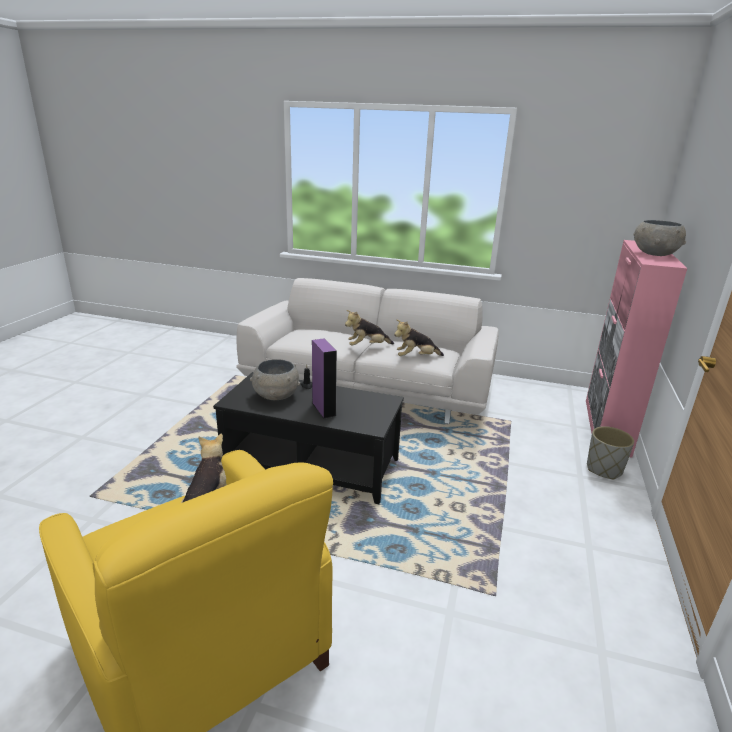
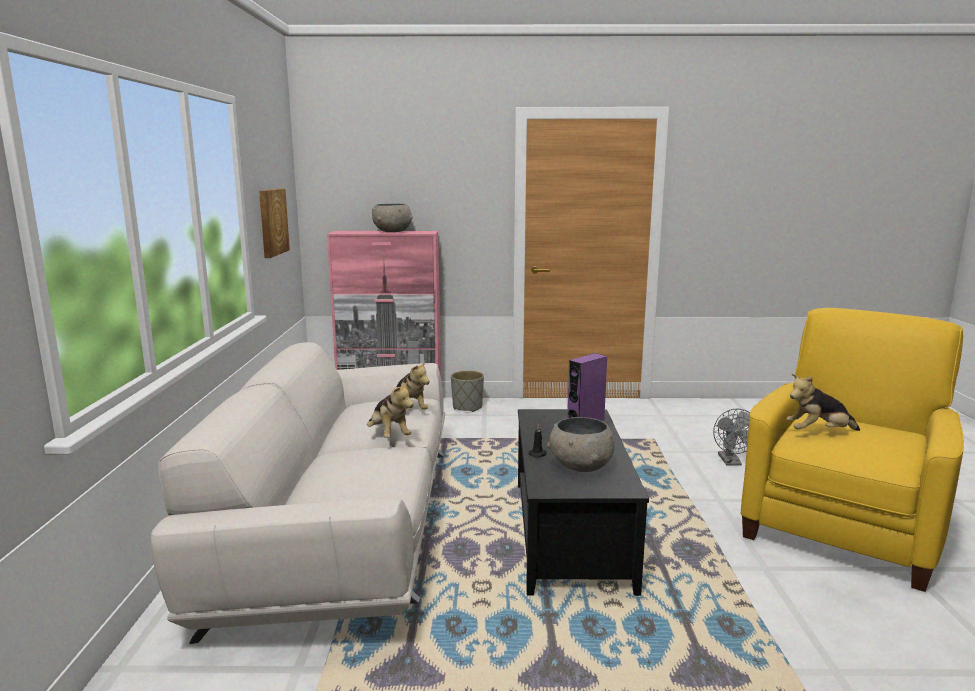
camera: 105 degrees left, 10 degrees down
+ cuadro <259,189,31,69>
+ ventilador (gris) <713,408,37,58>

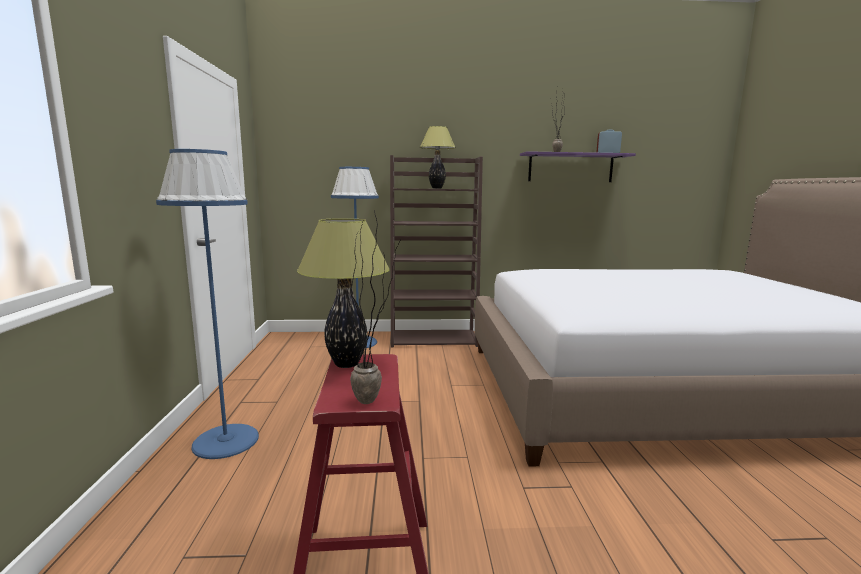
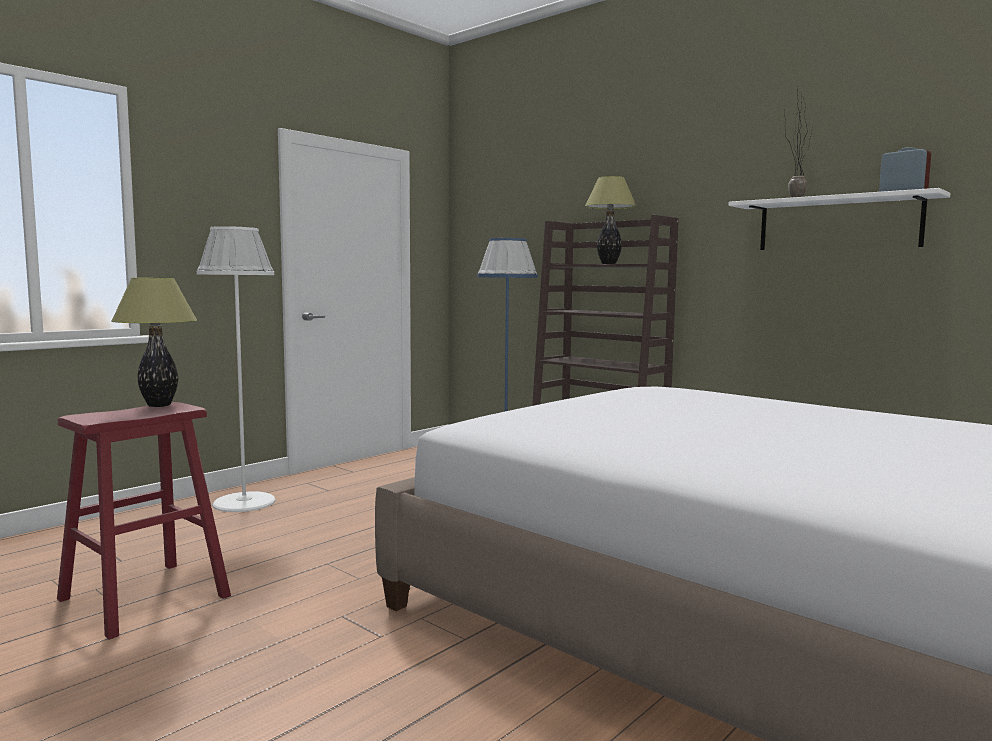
camera: 45 degrees right, 5 degrees down
~ lámpara de pie (azul) <156,149,103,310> to lámpara de pie (blanco) <197,226,79,286>
~ estante (morado) <520,151,116,31> to estante (blanco) <728,188,222,62>
- planta en maceta <346,210,54,194>

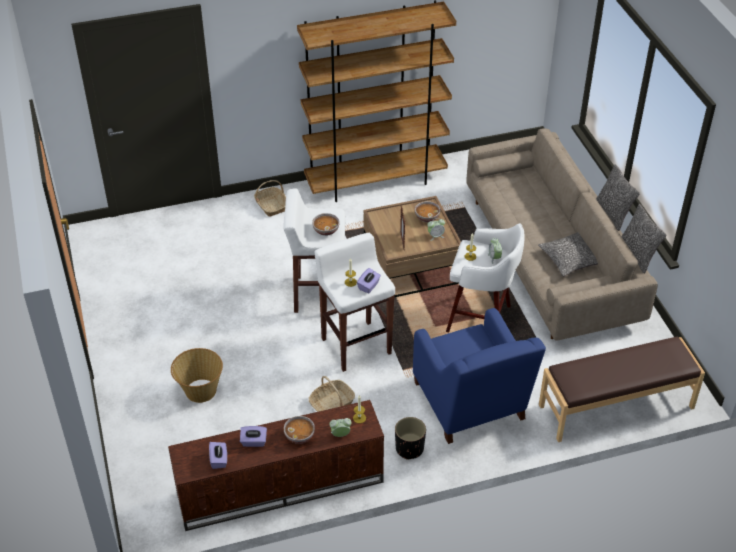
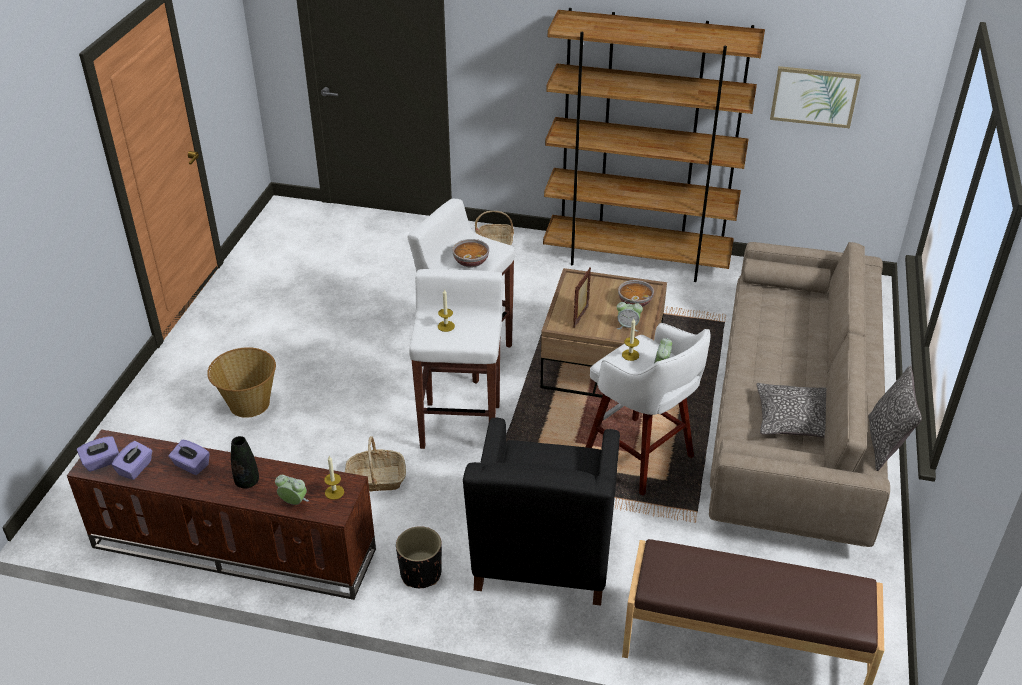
camera: 30 degrees right, 5 degrees down
- cojín <596,164,44,67>
~ caja de pañuelos (morado) <357,268,24,26> to <77,436,42,36>
~ sillón (azul) <413,308,133,136> to sillón (negro) <463,418,157,188>
~ cuenco <284,416,31,28> to florero (negro) <231,436,28,52>
+ cuadro <770,66,91,62>

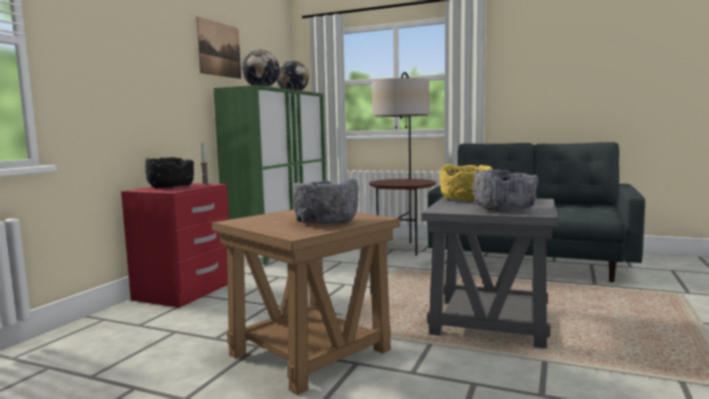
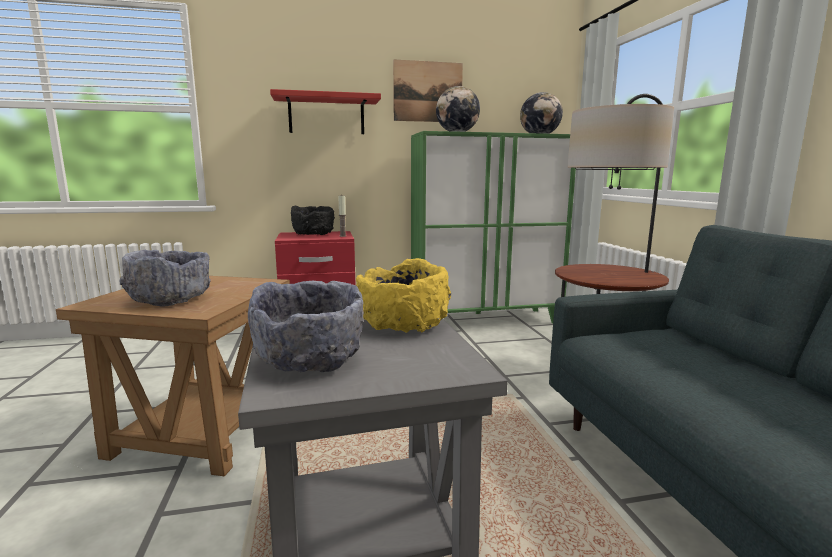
camera: 55 degrees right, 5 degrees up
+ estante (rojo) <270,89,111,45>

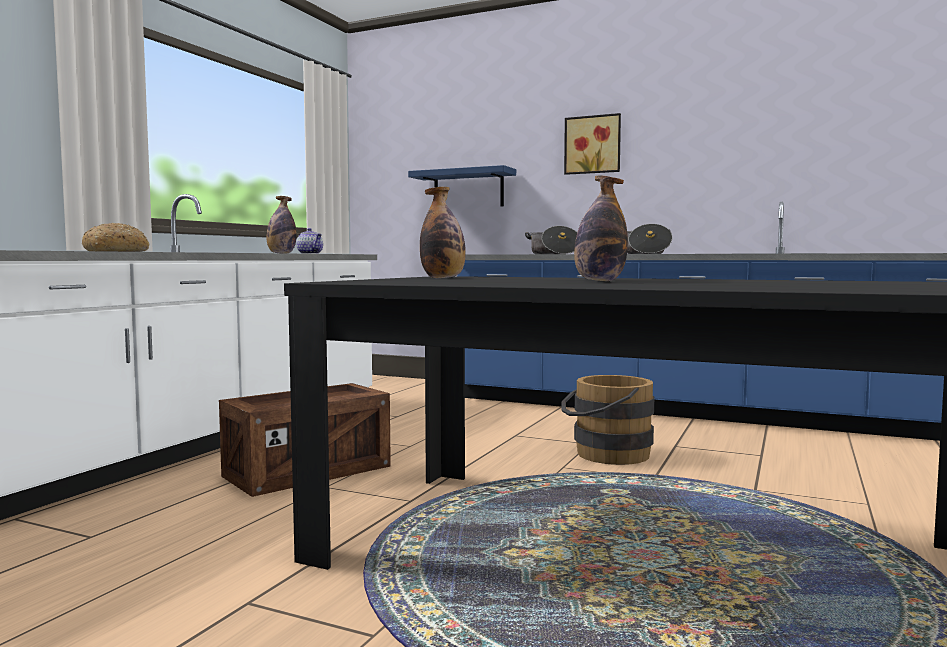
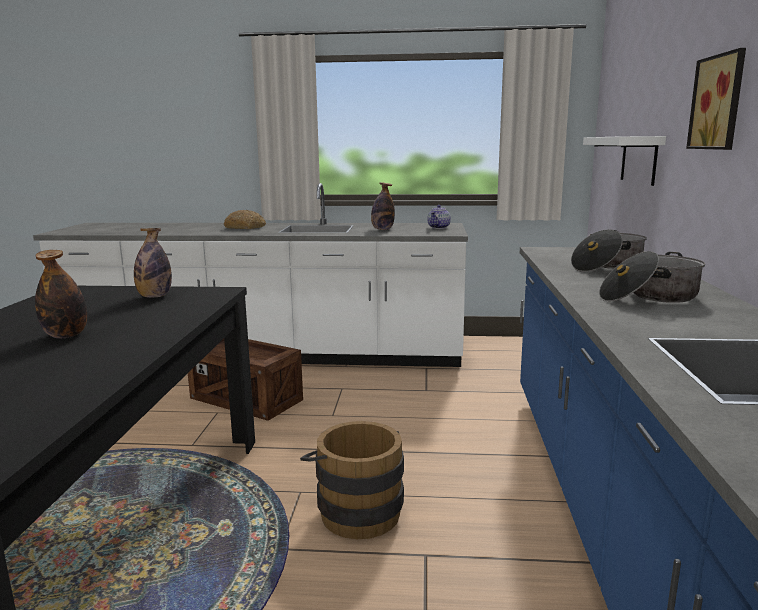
camera: 70 degrees right, 10 degrees up
~ estante (azul) <408,165,108,41> to estante (blanco) <583,136,83,50>

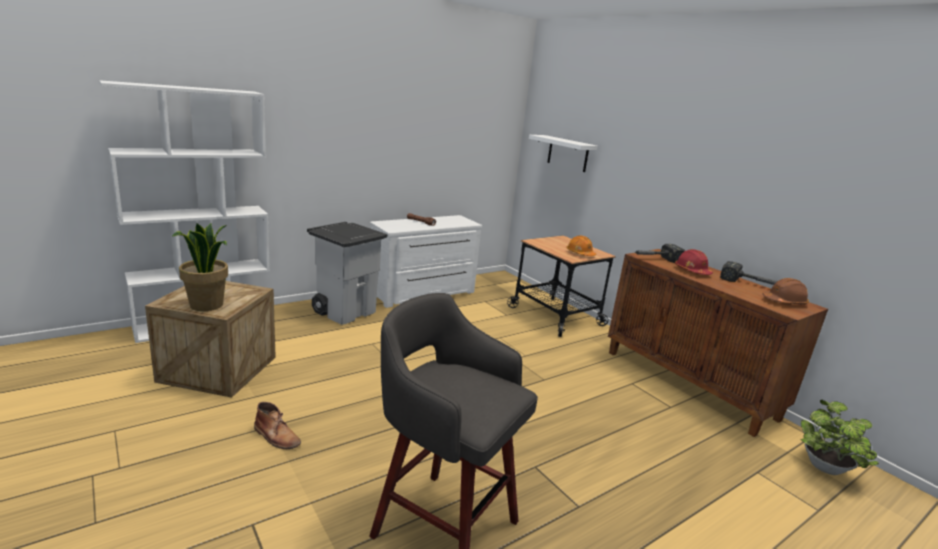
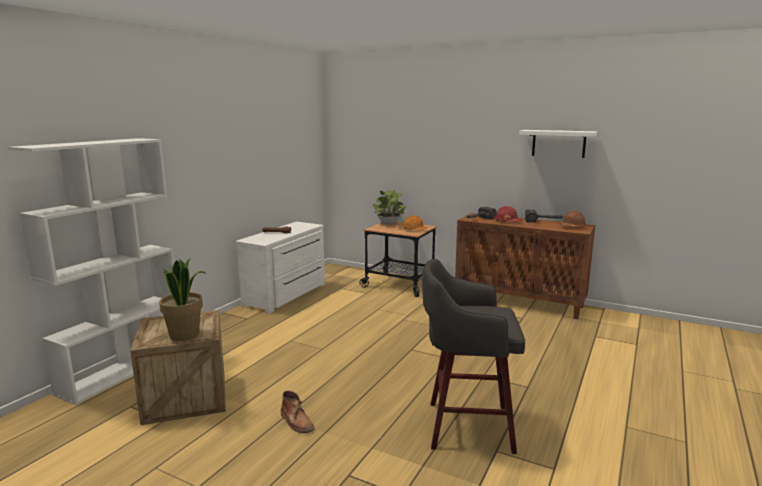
camera: 25 degrees left, 5 degrees down
~ estante (blanco) <529,135,69,37> to <519,130,79,28>
- papelera (gris) <307,222,80,103>
~ planta en maceta <800,400,79,75> to <373,189,33,36>
~ bota (marrón) <254,402,47,47> = <281,391,34,42> 45 degrees clockwise

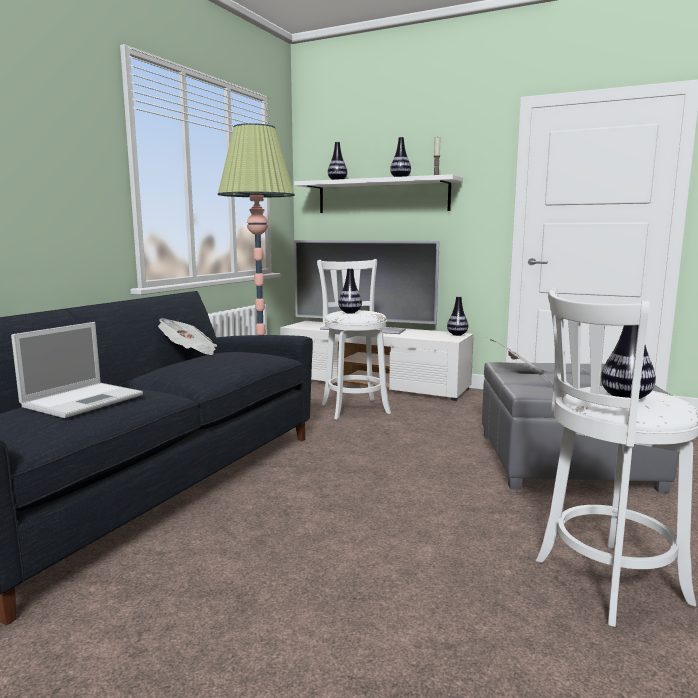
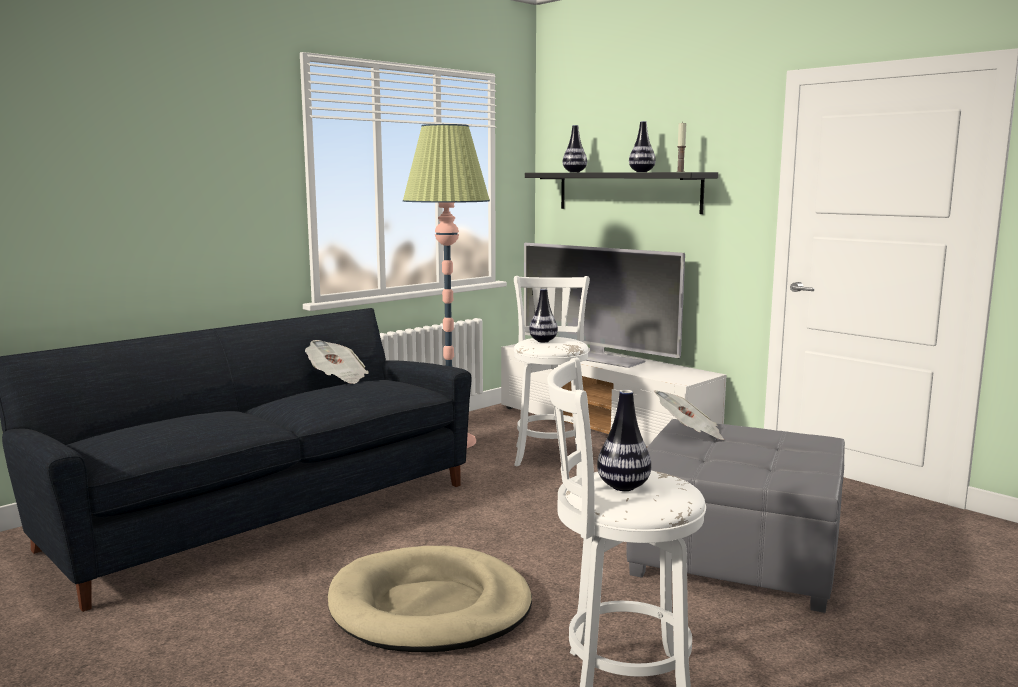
camera: 20 degrees right, 0 degrees up
~ estante (blanco) <294,174,169,39> to estante (negro) <525,172,193,42>
- florero <447,296,21,40>
- portátil <11,322,132,96>
+ cama para perro (beis) <328,546,204,106>

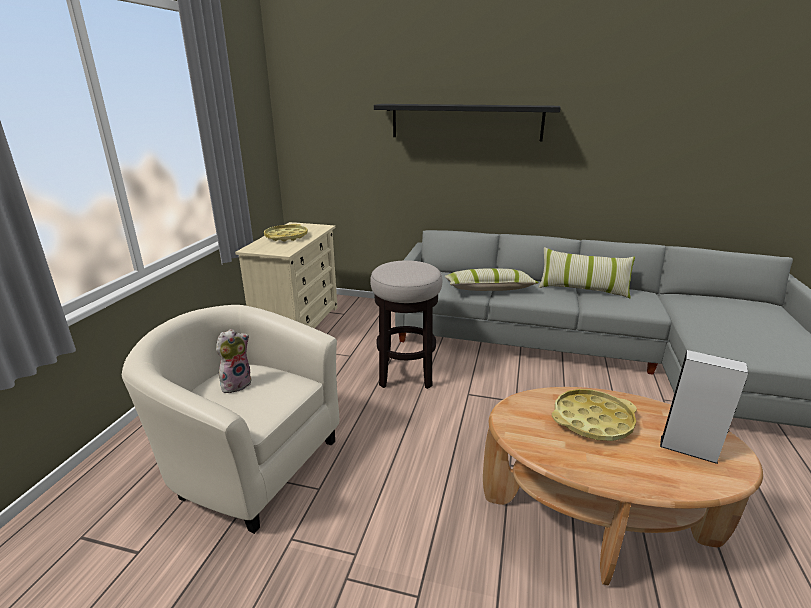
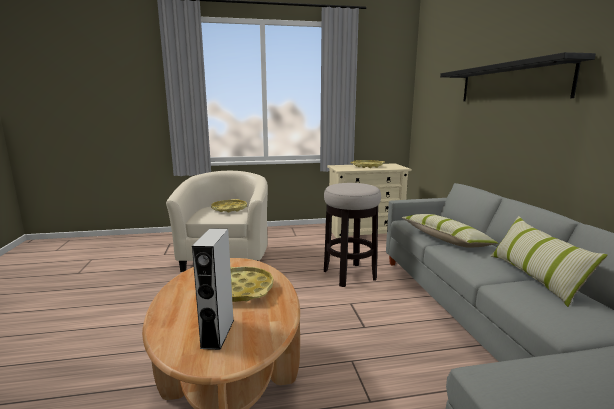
camera: 65 degrees right, 10 degrees down
~ peluche <216,329,36,64> to bandeja (amarillo) <211,199,36,13>

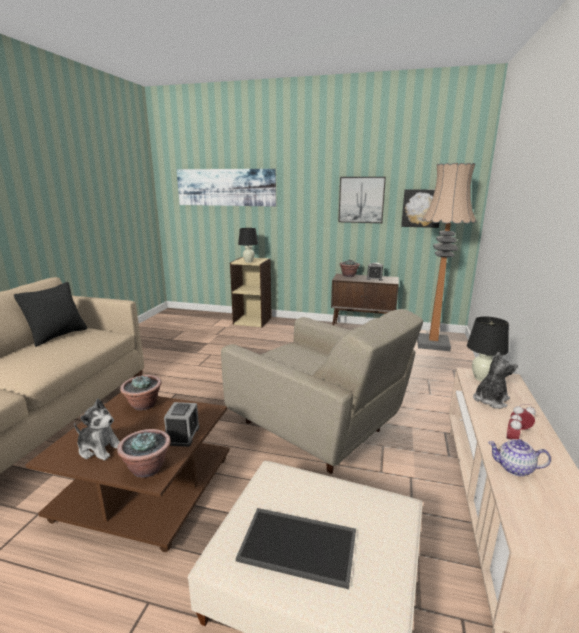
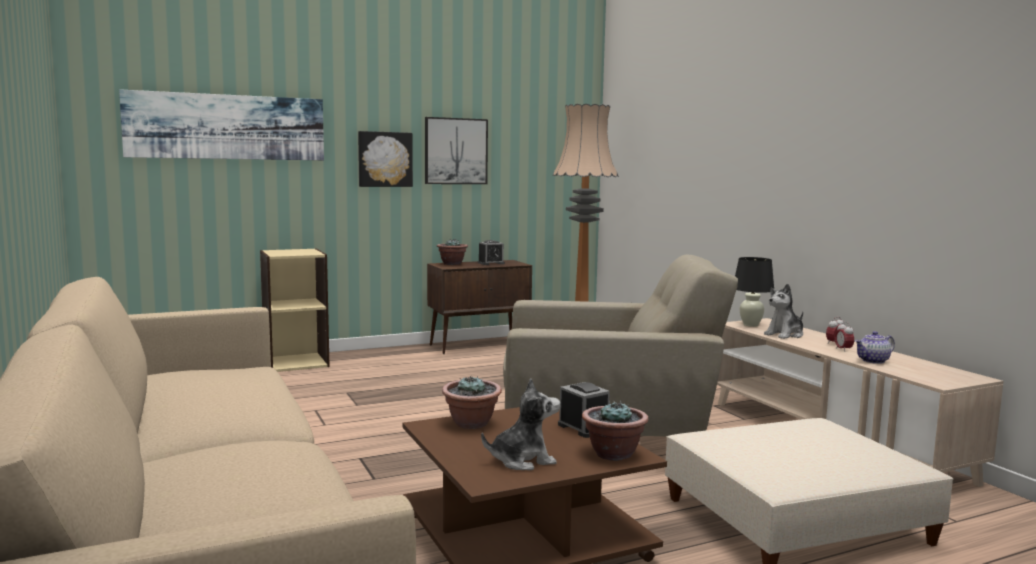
camera: 40 degrees left, 10 degrees down
~ cuadro <401,189,39,39> to <358,131,55,56>
- lámpara de mesa (negro) <238,228,20,35>
- cojín (negro) <14,282,73,65>
~ peluche <473,352,45,57> = <764,284,39,55> 135 degrees counterclockwise
- bandeja <236,508,120,81>

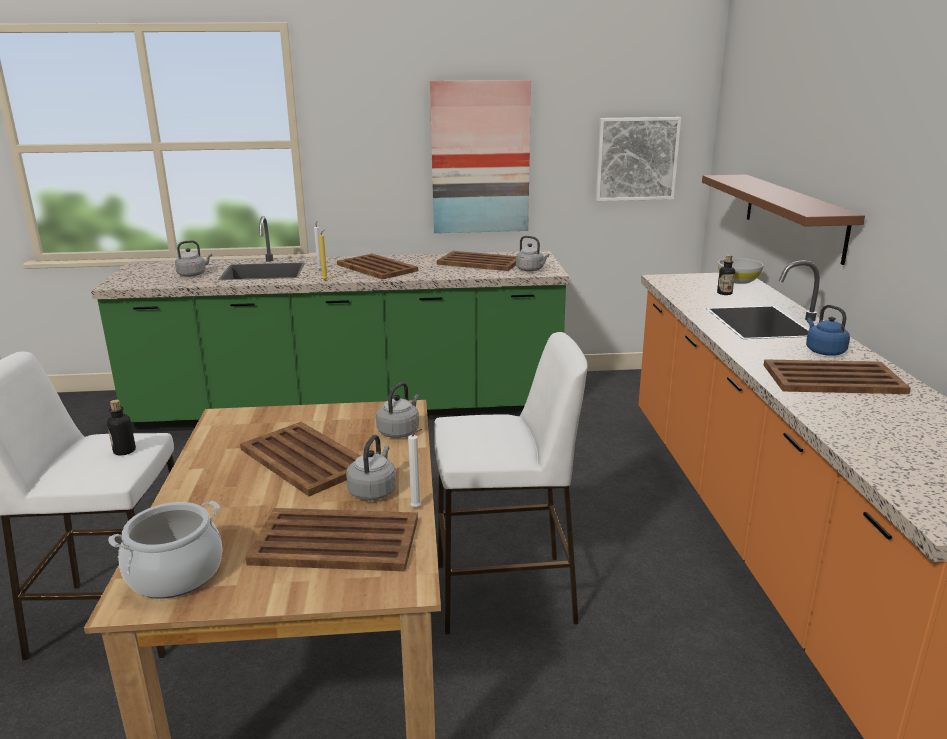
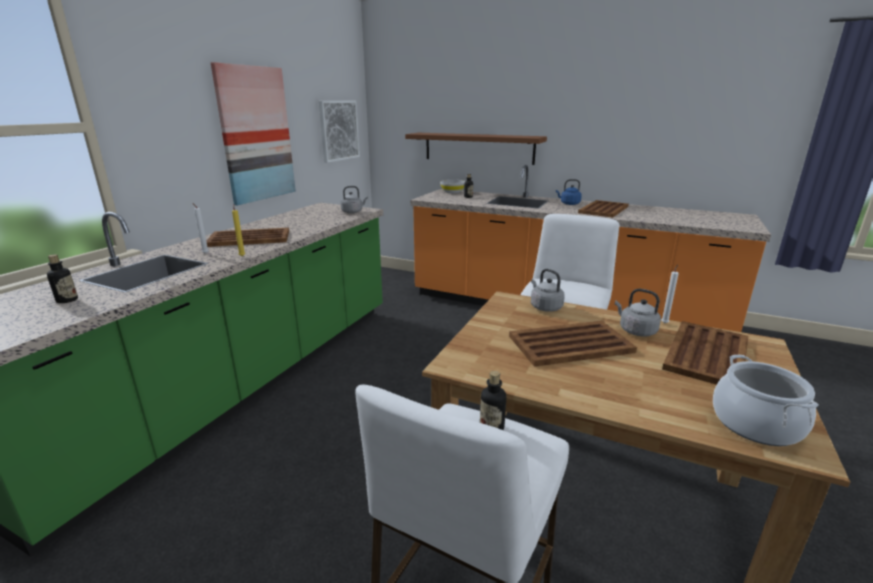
camera: 60 degrees left, 0 degrees up
~ hervidor (gris) <175,240,37,37> to botella <47,254,31,49>
- bandeja (marrón) <437,251,79,20>

